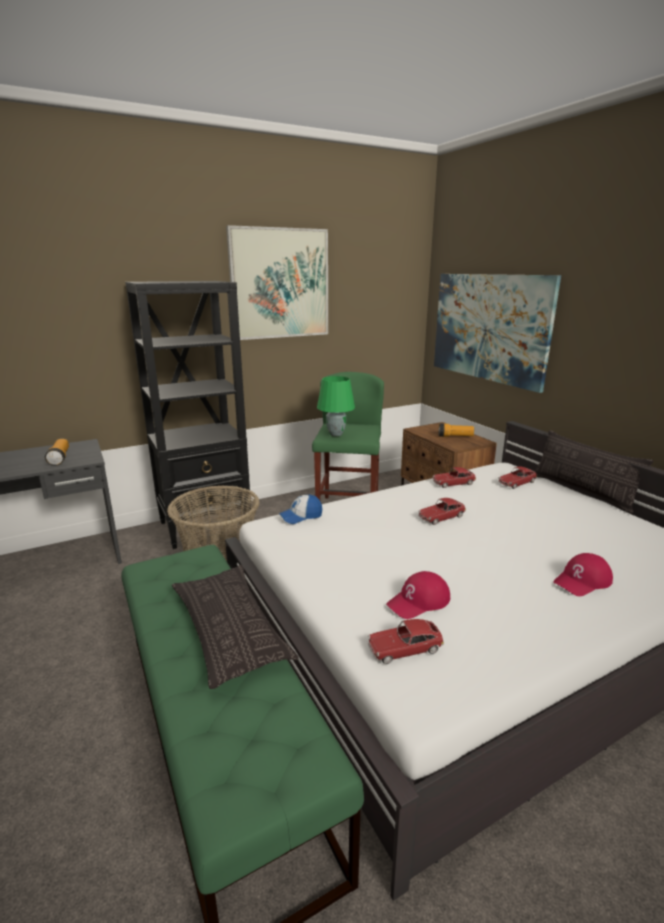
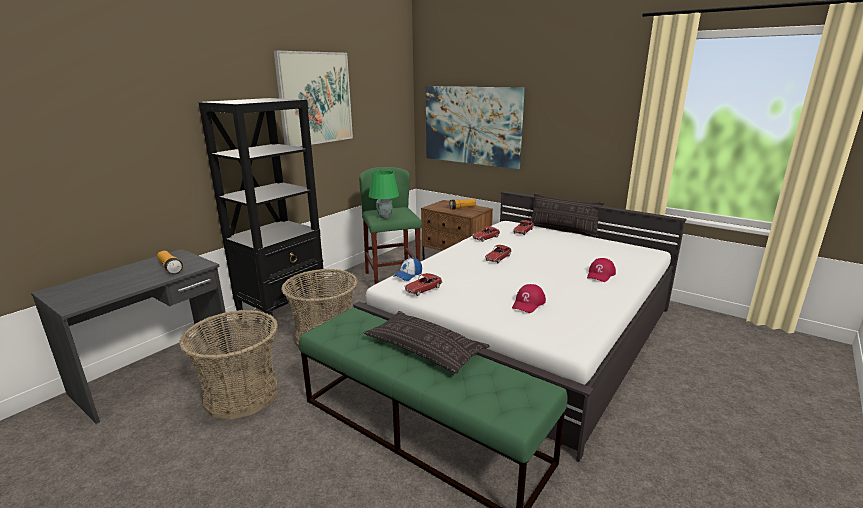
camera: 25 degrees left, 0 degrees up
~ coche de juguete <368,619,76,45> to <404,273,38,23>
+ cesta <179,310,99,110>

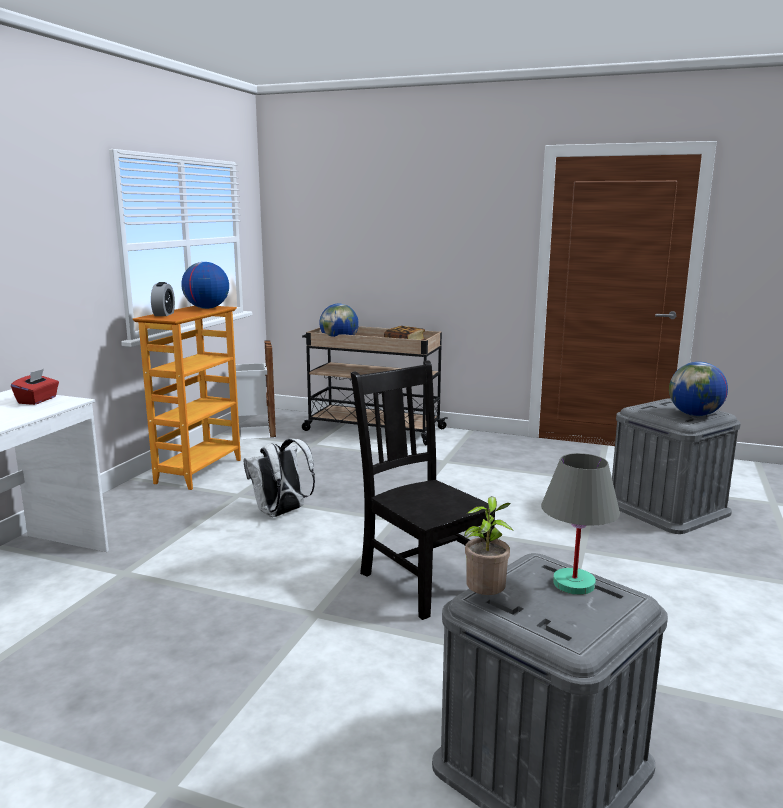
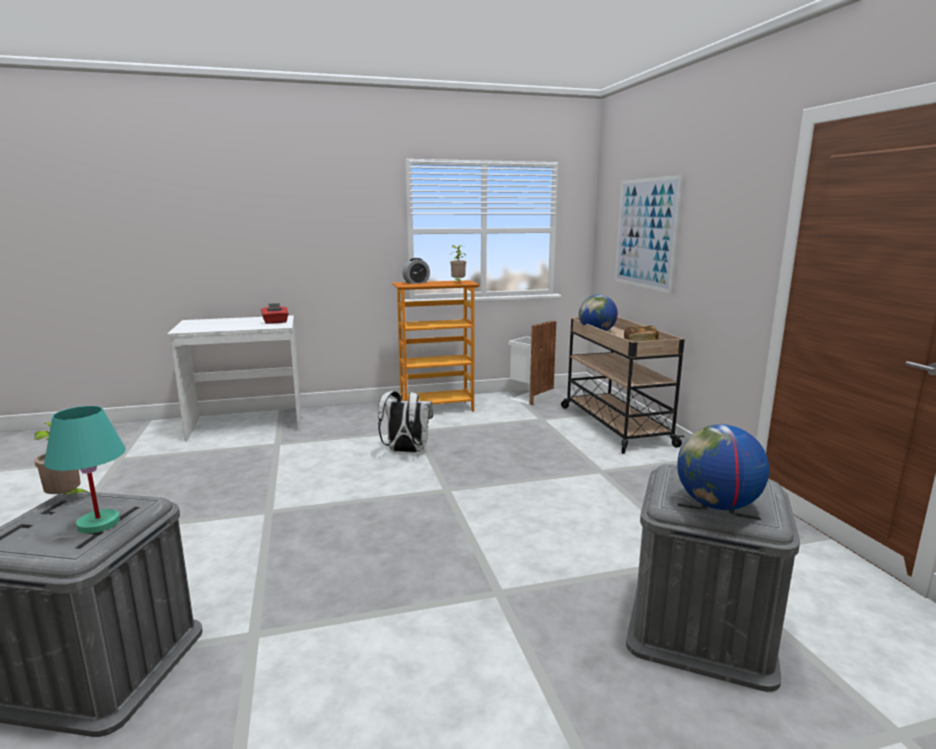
camera: 55 degrees right, 0 degrees up
~ globo terráqueo <181,262,48,47> to planta en maceta <450,245,16,39>
- silla (negro) <351,360,145,260>
~ lámpara de mesa (gris) <541,453,79,142> to lámpara de mesa (turquesa) <44,406,82,127>
+ cuadro <615,175,68,119>

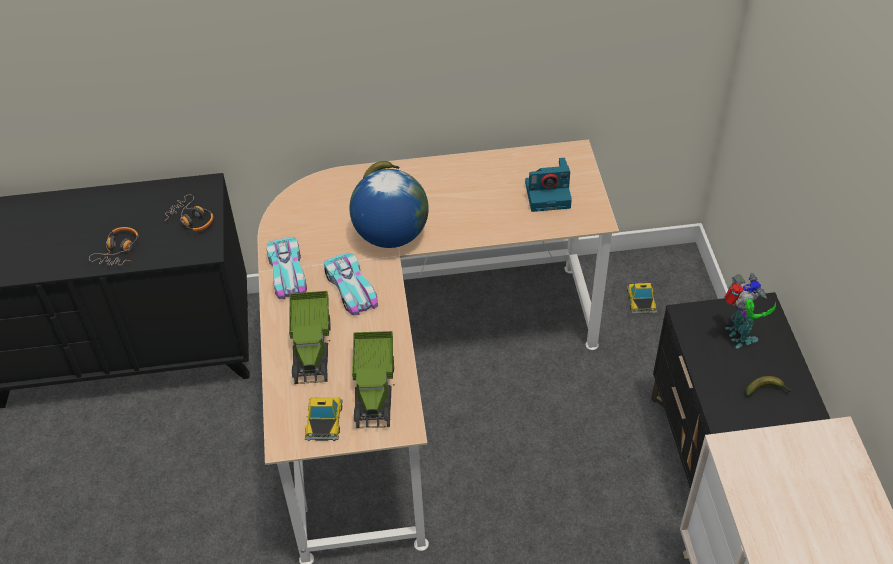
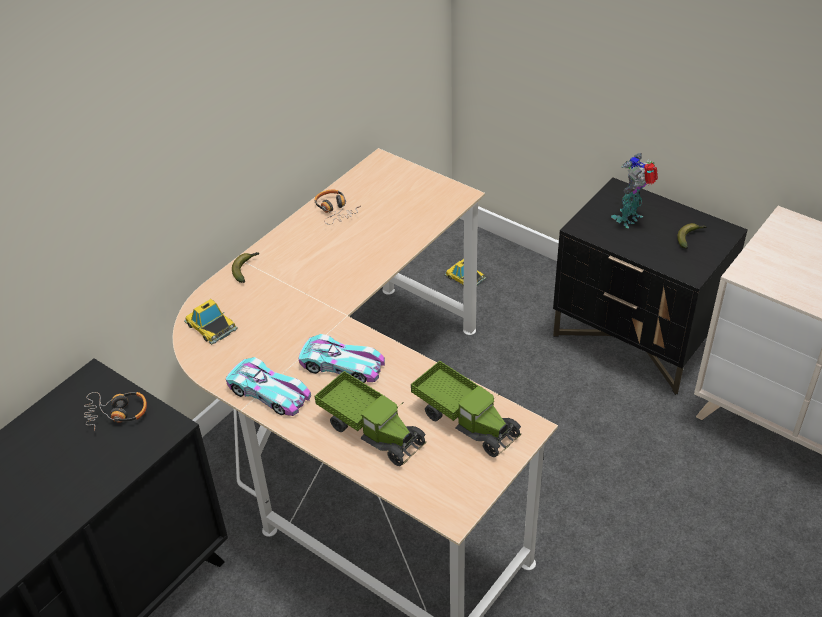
camera: 45 degrees left, 5 degrees down
- cámara <525,158,47,54>
- globo terráqueo <349,169,80,79>
~ auriculares <89,227,50,38> to <314,189,47,36>
~ robot de juguete <725,272,51,77> = <611,153,47,75> 75 degrees counterclockwise
~ coche de juguete <305,397,38,44> to <184,299,54,46>

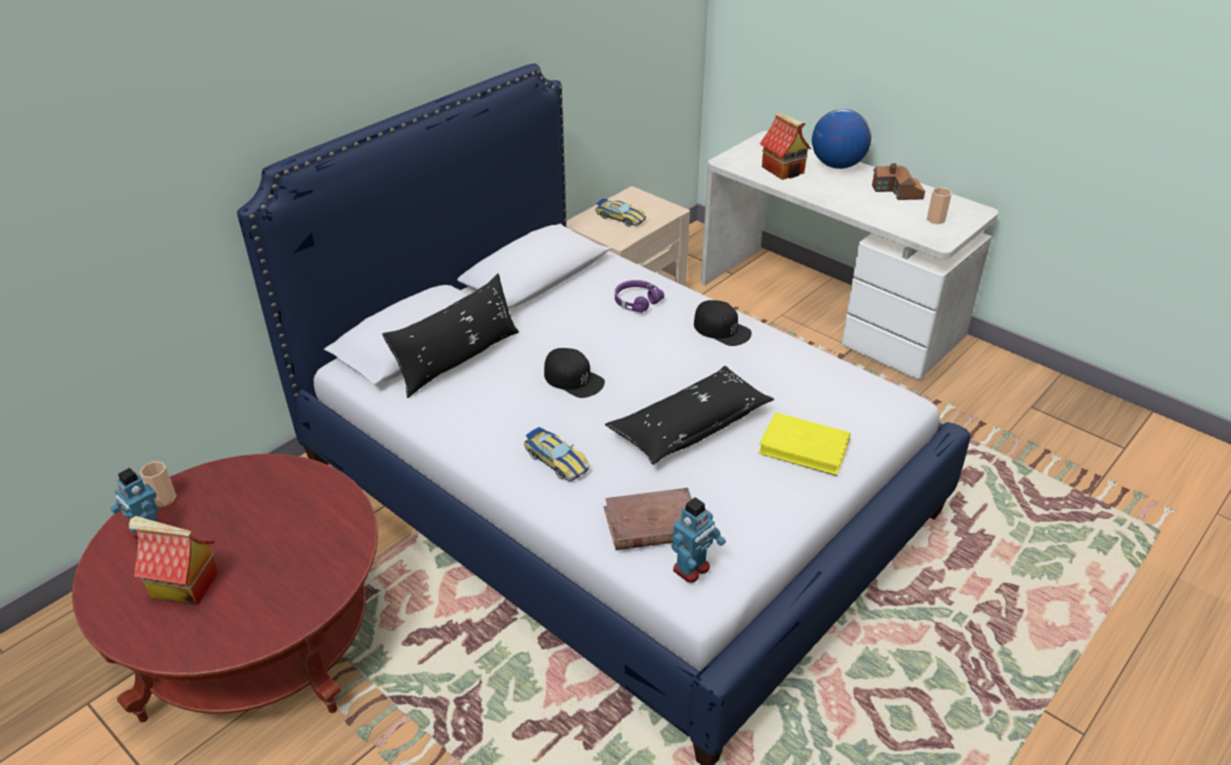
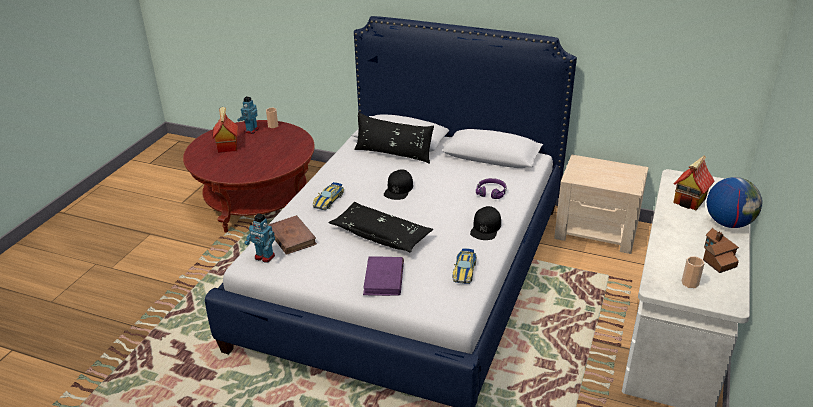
camera: 70 degrees right, 5 degrees down
~ coche de juguete <595,198,51,29> to <453,248,24,36>
~ libro (amarillo) <758,412,93,64> to libro (morado) <363,256,41,40>

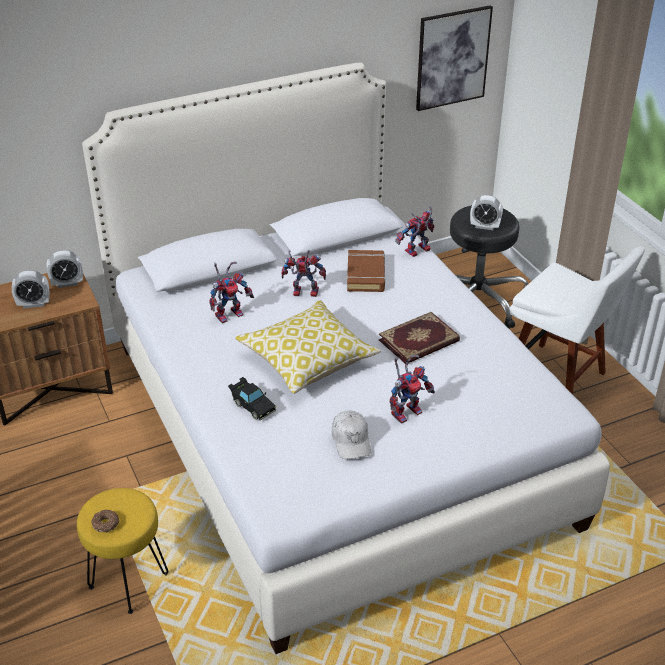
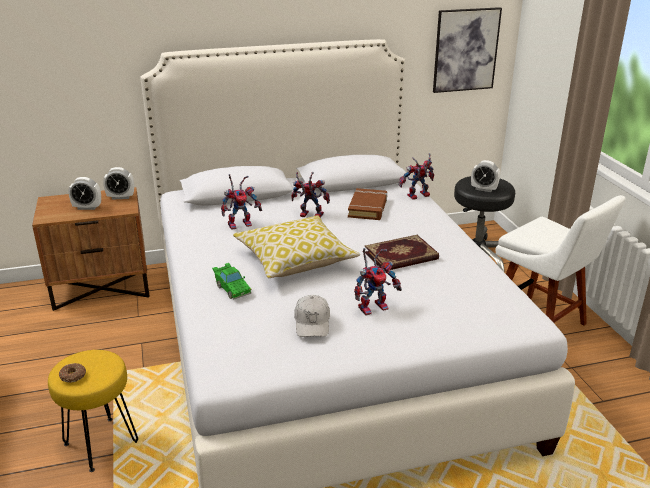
camera: 10 degrees right, 10 degrees down
~ coche de juguete (negro) <228,377,48,44> to coche de juguete (verde) <212,263,39,37>

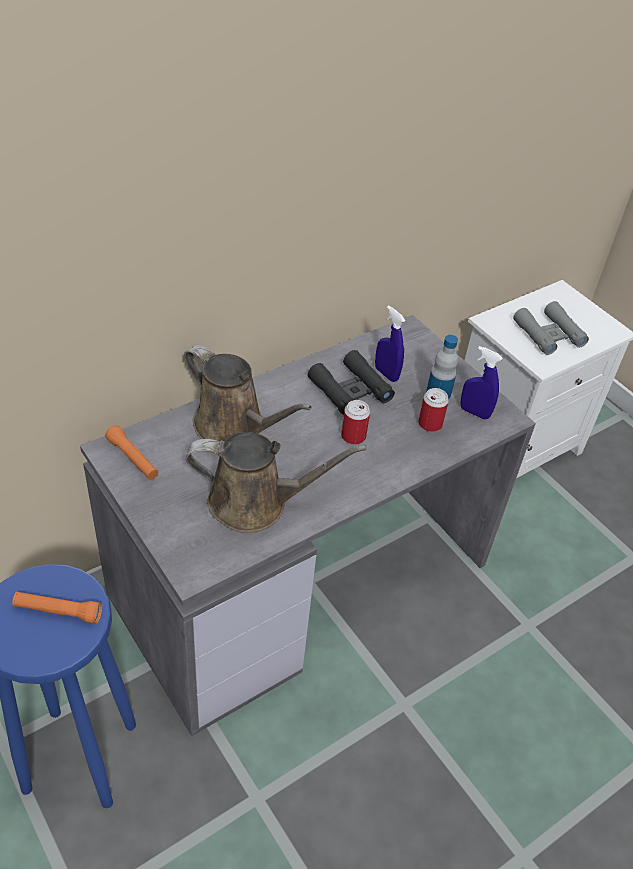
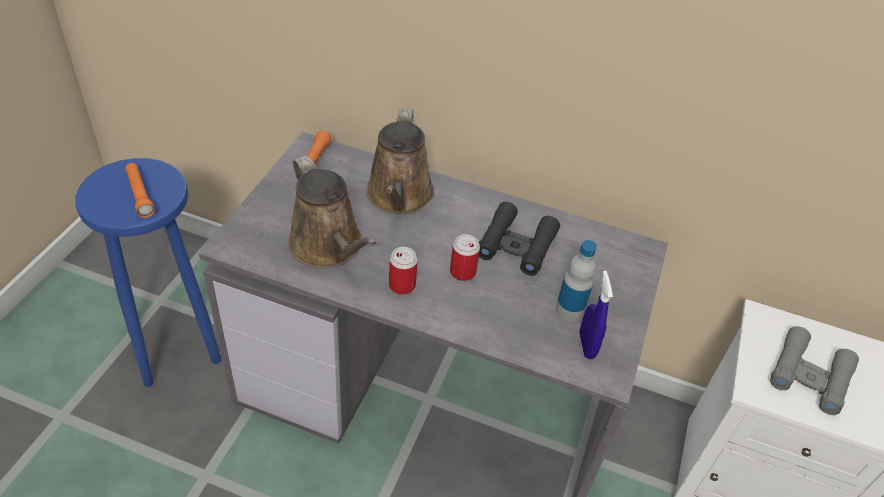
camera: 55 degrees right, 0 degrees up
- pulverizador (azul) <375,305,31,77>
~ lata <418,388,31,44> to <389,247,29,48>

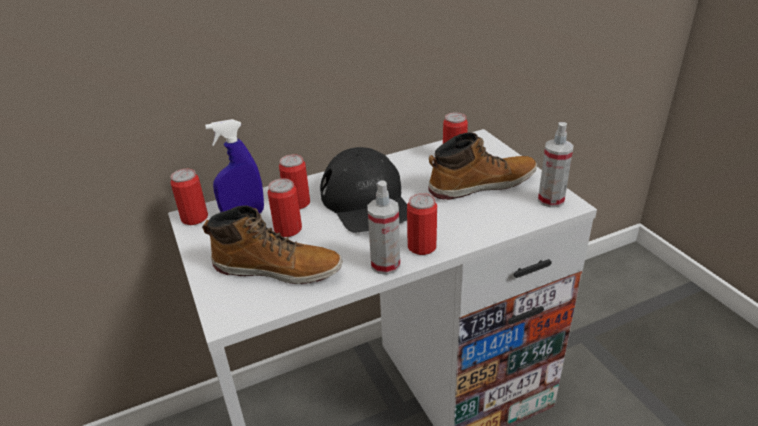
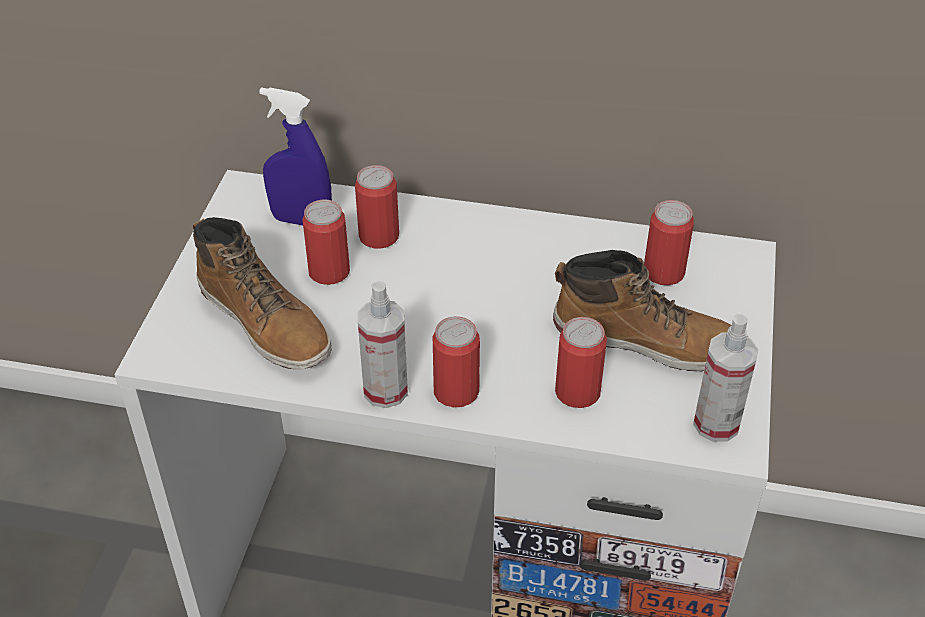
camera: 35 degrees right, 10 degrees up
- gorra (negro) <320,147,87,85>
~ lata <170,169,38,56> to <555,317,52,91>

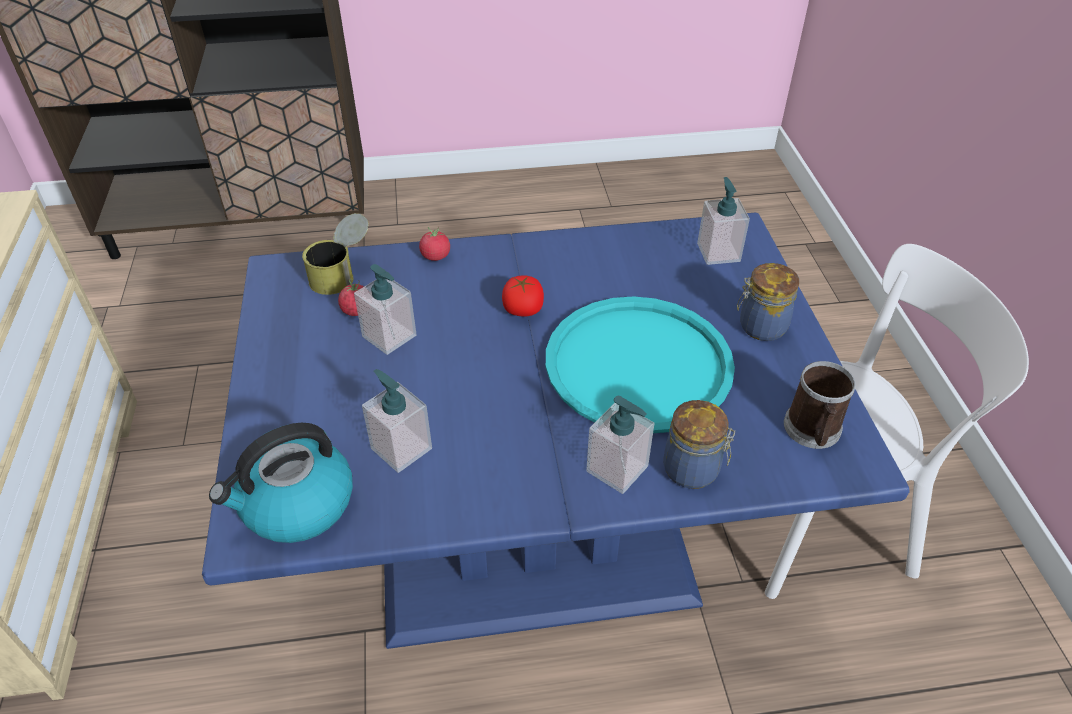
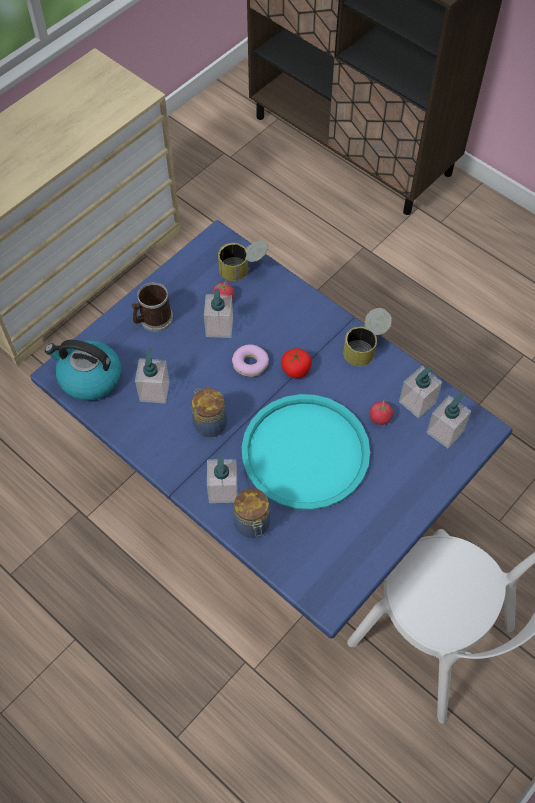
camera: 50 degrees right, 15 degrees up
~ tomate <419,226,31,35> to <369,399,24,26>
~ tarro <737,263,62,78> to <192,388,35,49>
~ taza grande <784,361,72,88> to <131,282,42,50>
+ lata <343,308,49,58>
+ rosquilla <232,345,37,32>
+ dispensador de jabón <399,366,43,52>

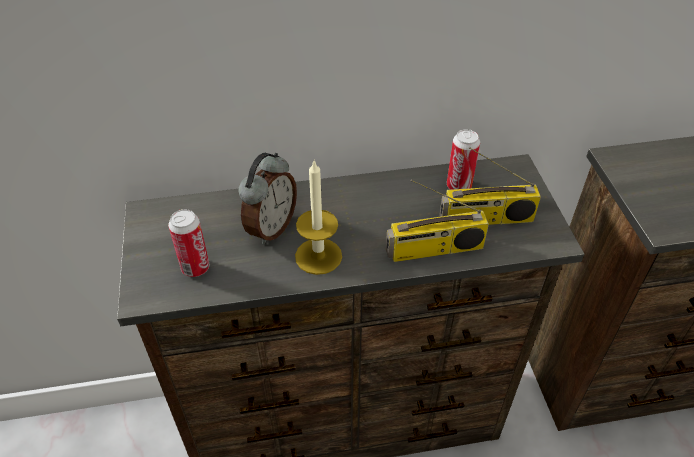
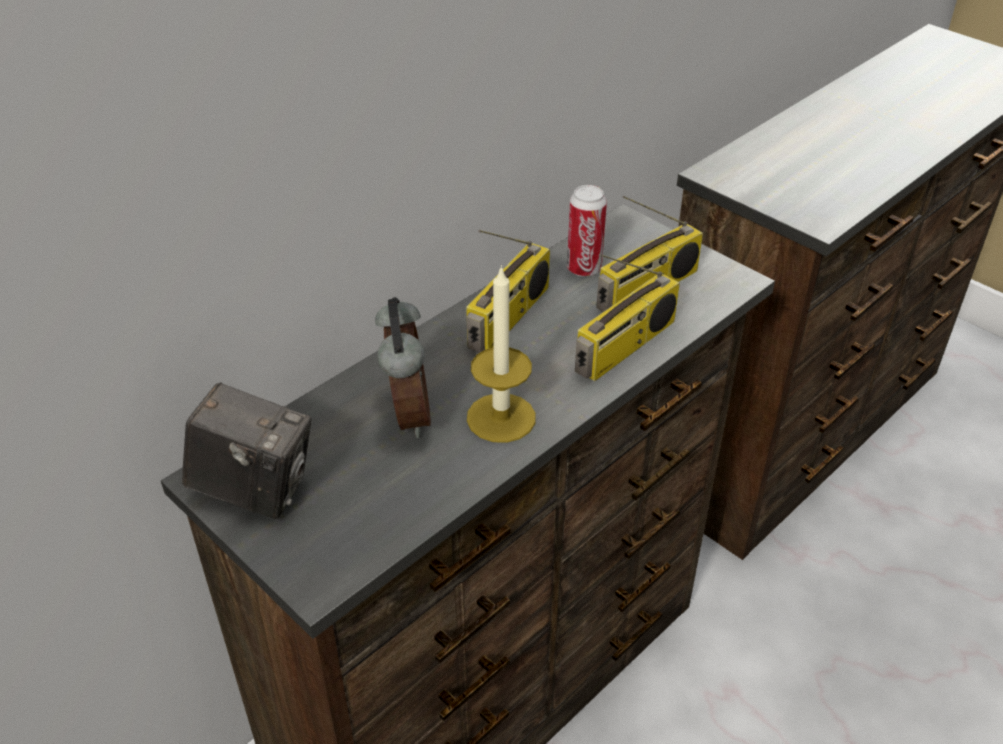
camera: 35 degrees left, 5 degrees down
- lata <168,209,41,68>
+ radio <466,230,84,123>
+ cámara <182,382,129,137>

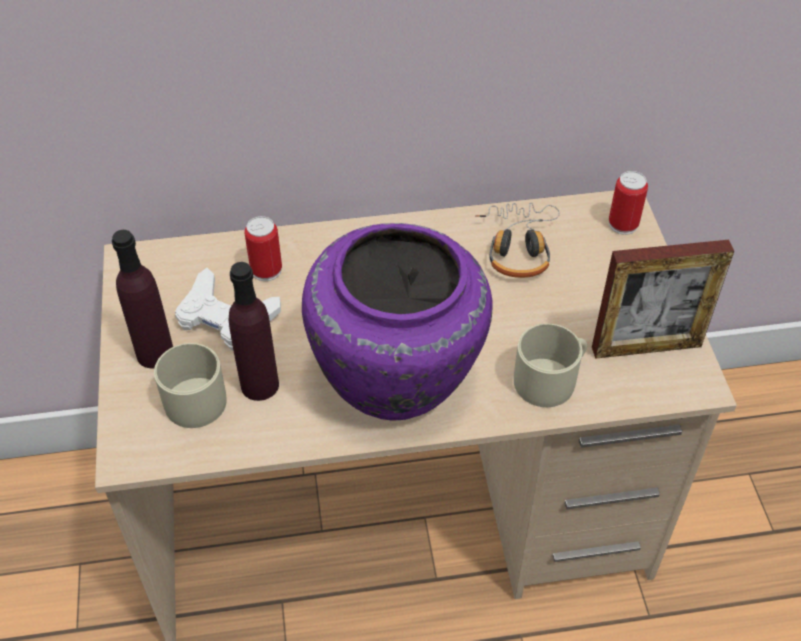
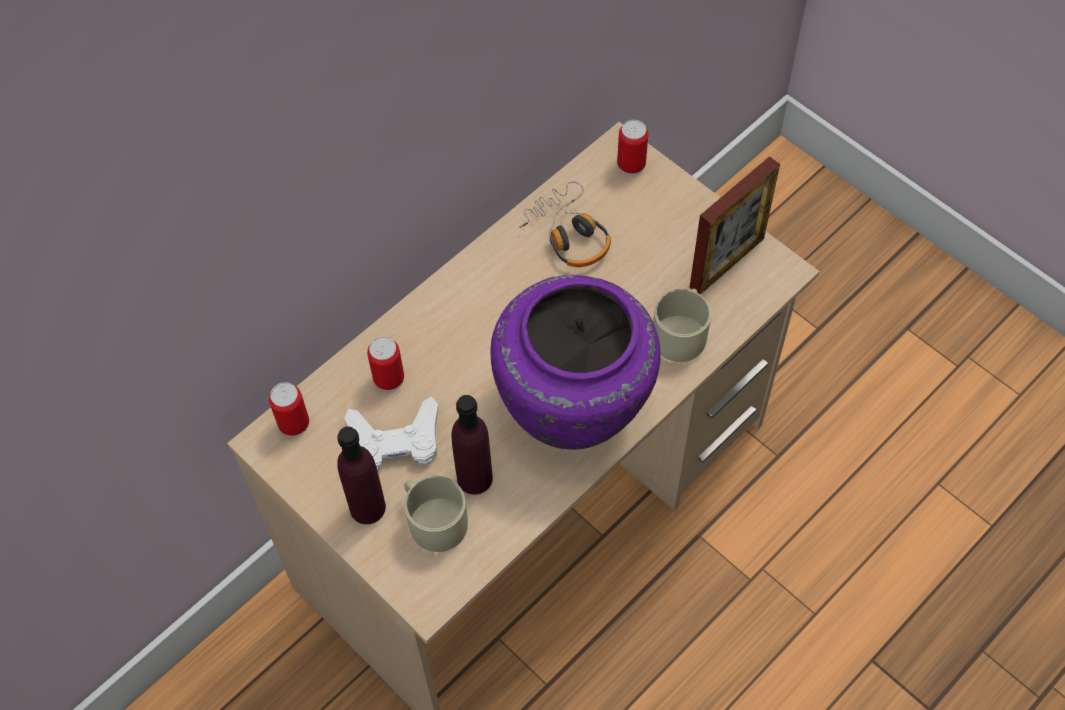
camera: 35 degrees left, 10 degrees up
+ lata <269,382,40,55>

